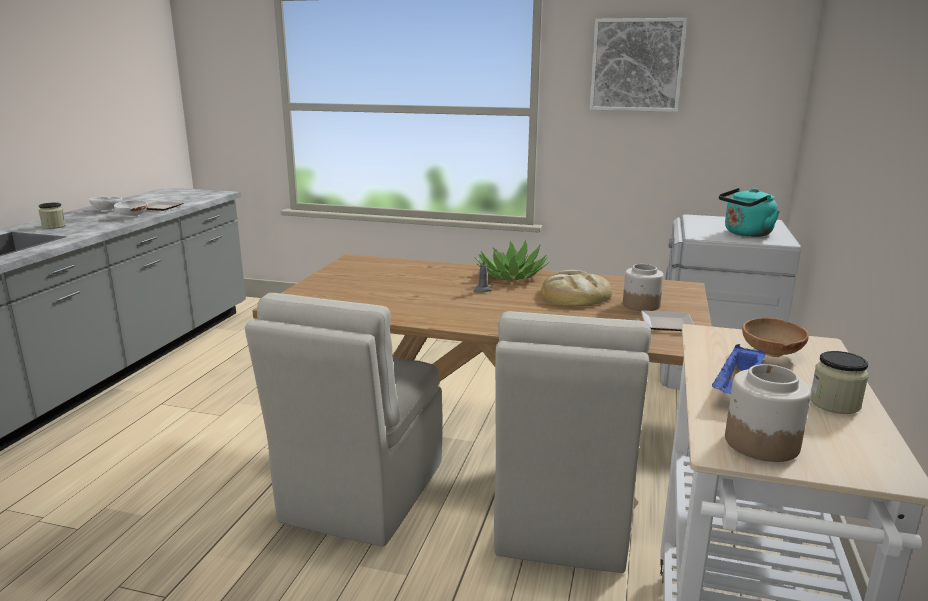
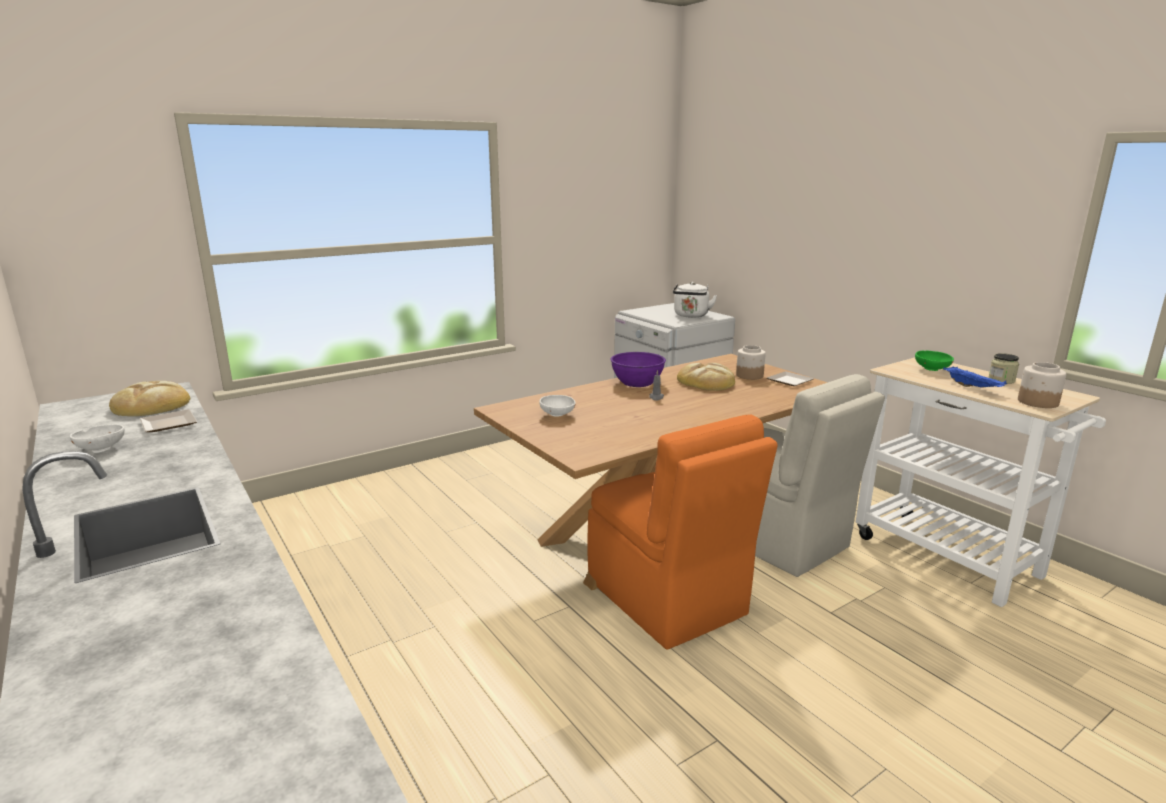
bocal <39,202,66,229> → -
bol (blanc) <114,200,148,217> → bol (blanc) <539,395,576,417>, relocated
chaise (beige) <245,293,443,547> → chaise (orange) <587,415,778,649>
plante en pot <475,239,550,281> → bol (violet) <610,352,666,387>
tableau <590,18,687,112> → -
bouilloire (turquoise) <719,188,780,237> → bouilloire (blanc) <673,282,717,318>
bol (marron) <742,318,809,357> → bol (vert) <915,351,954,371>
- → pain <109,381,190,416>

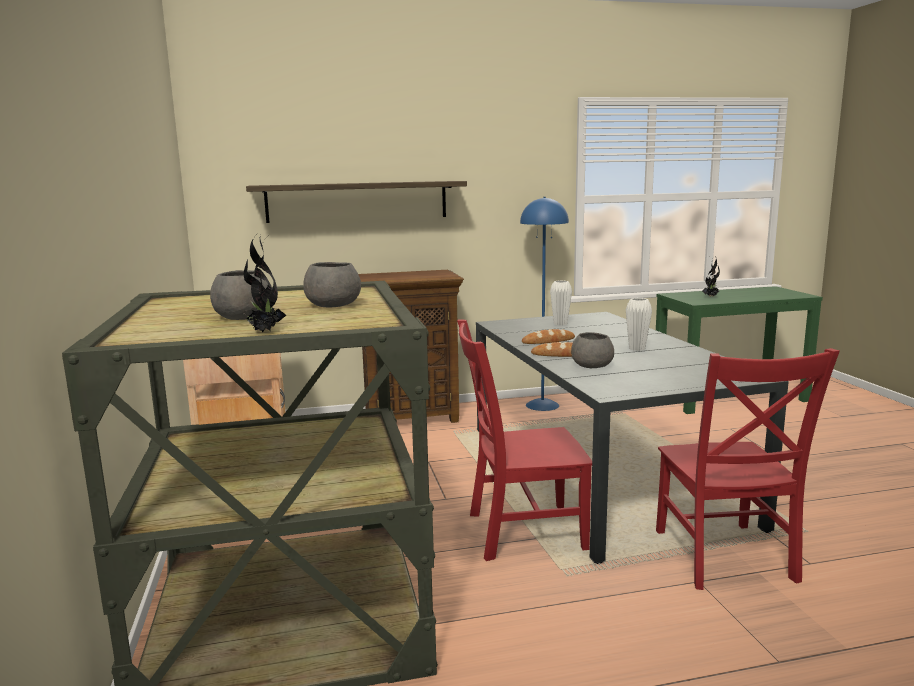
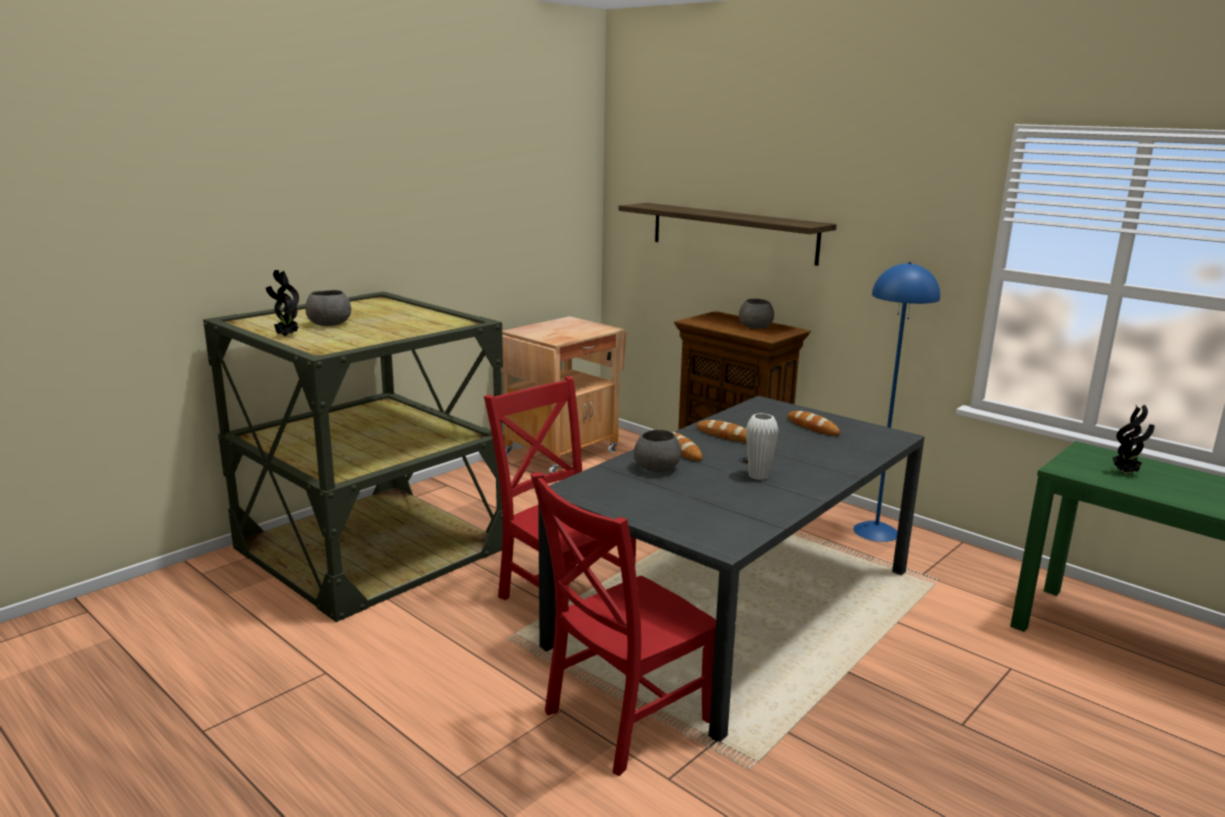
bol (gris) <303,262,361,308> → bol (gris) <739,299,774,329>, relocated
vase (blanc) <550,281,572,325> → pain <787,411,840,436>

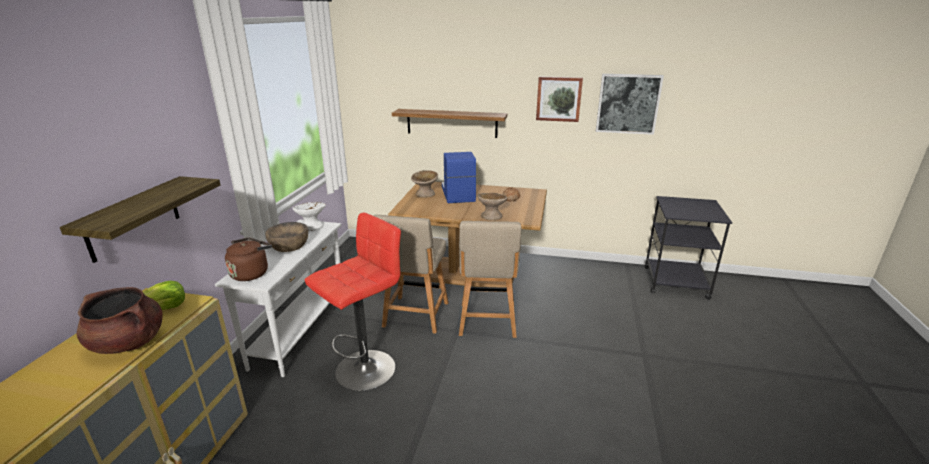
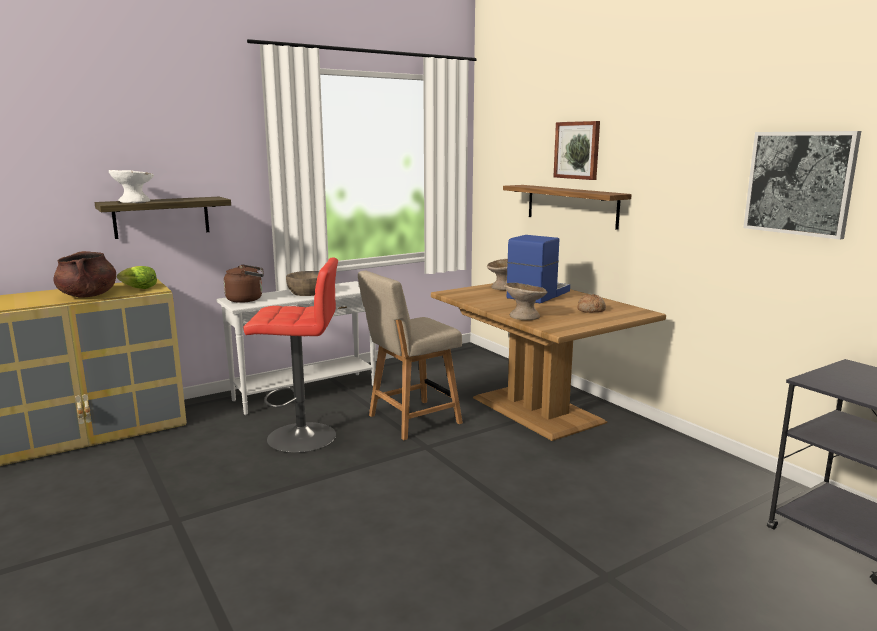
bol (blanc) <292,202,326,231> → bol (blanc) <109,170,154,203>, relocated
chaise (beige) <459,221,521,338> → -
tableau <536,76,583,122> → tableau <553,121,600,180>, relocated

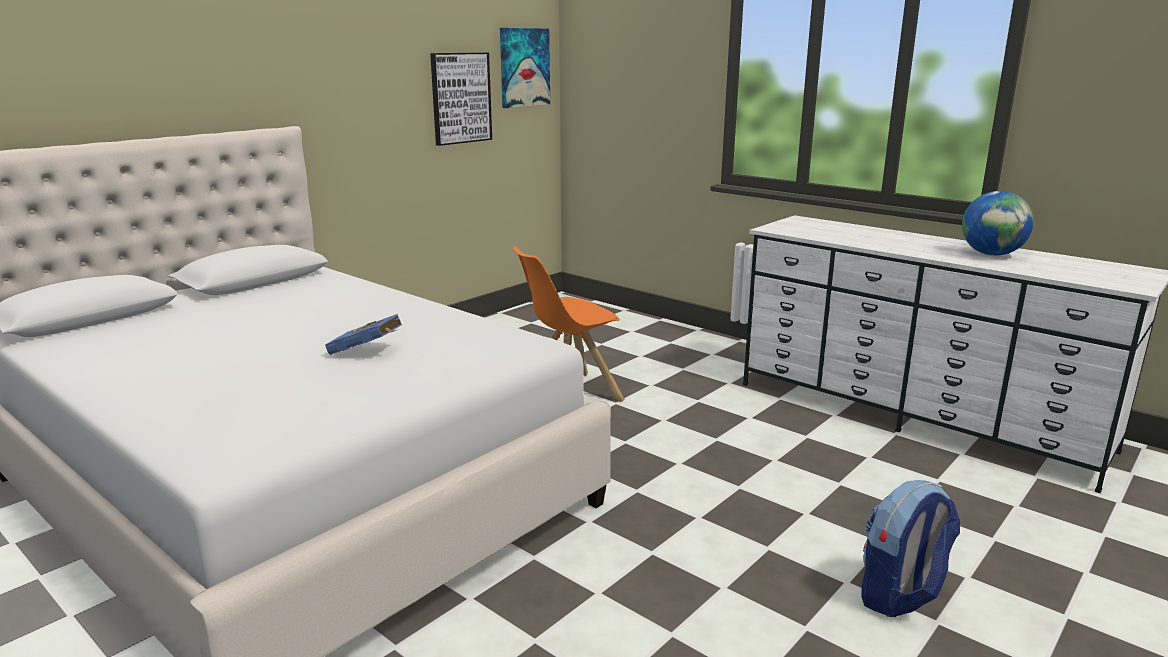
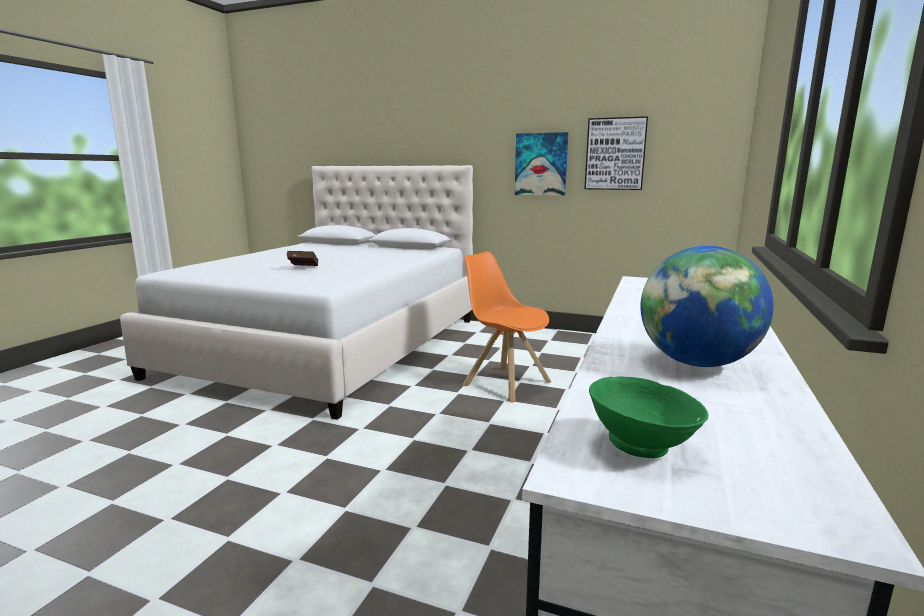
livre (bleu) <325,314,402,355> → livre (rouge) <287,251,318,266>
tableau <500,28,550,108> → tableau <515,132,568,196>, relocated
sac à dos <861,480,960,617> → -
- → bol (vert) <589,376,708,458>

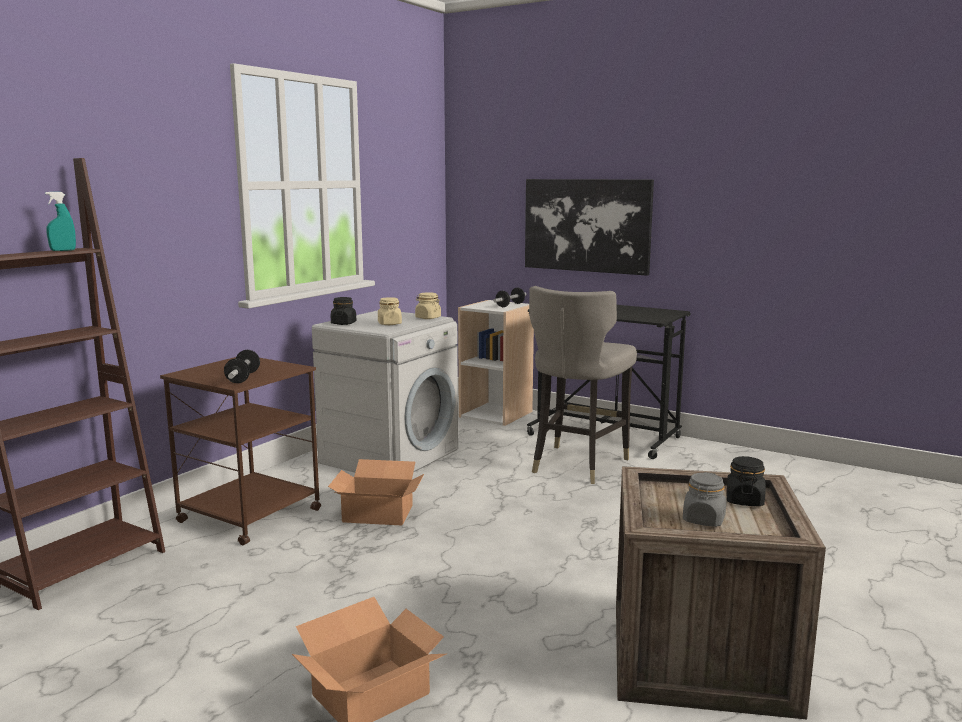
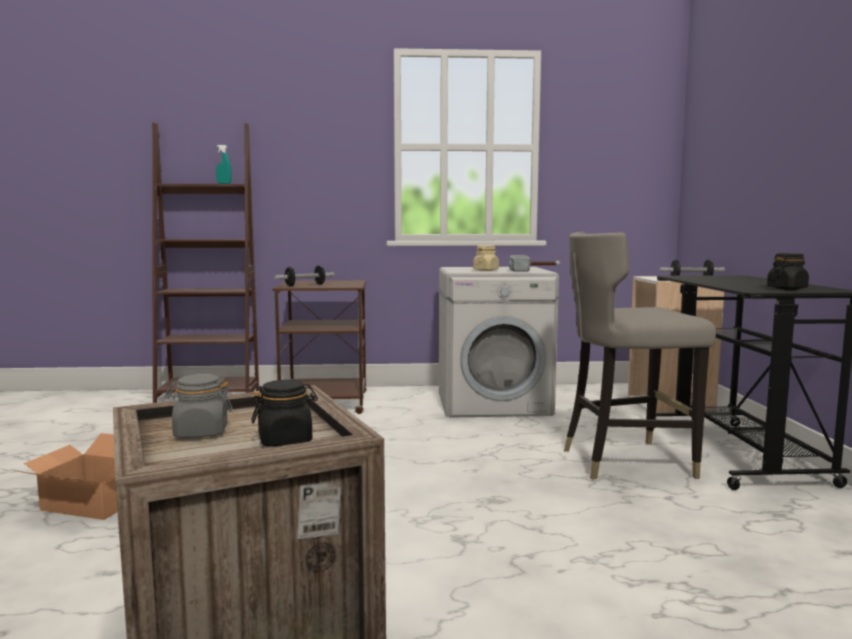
carton <328,459,424,526> → -
bocal (noir) <331,297,356,325> → bocal (noir) <767,253,809,290>, relocated
bocal (beige) <415,292,441,319> → marteau <509,255,560,272>
tableau <525,179,654,276> → -

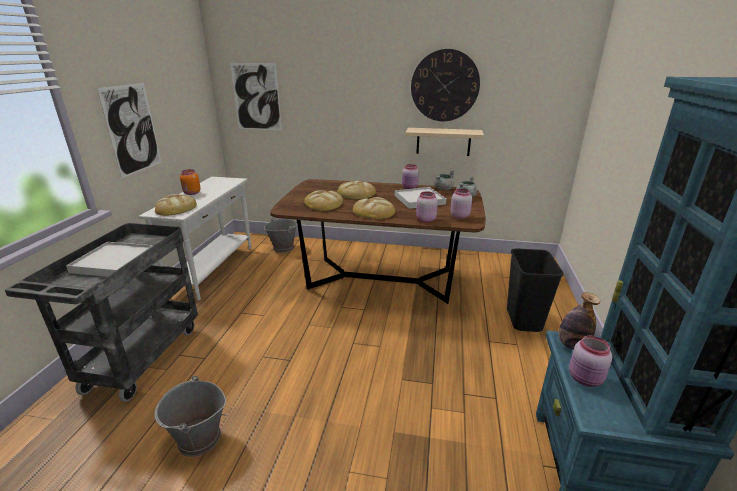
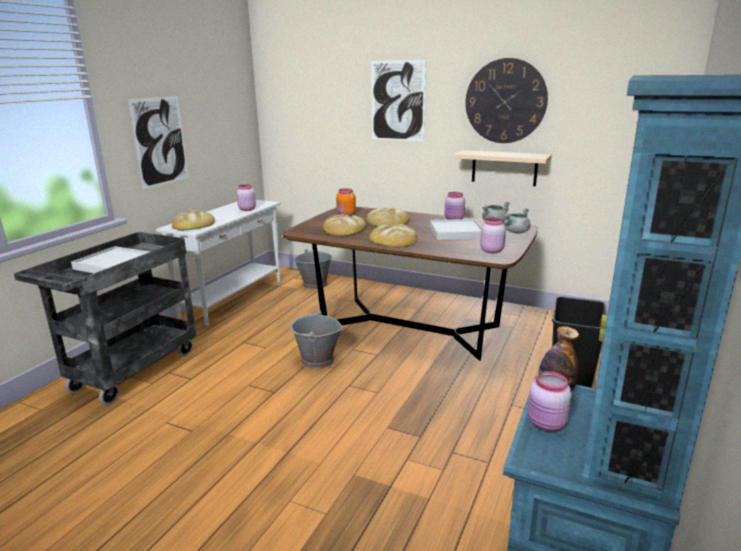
seau (gris) <154,376,226,457> → seau (gris) <290,310,342,369>, relocated
bocal (orange) <180,169,201,195> → bocal (orange) <336,188,356,216>, relocated
tableau <230,63,282,130> → tableau <371,60,426,141>, relocated
bocal (rose) <416,191,438,222> → bocal (rose) <237,184,256,211>, relocated

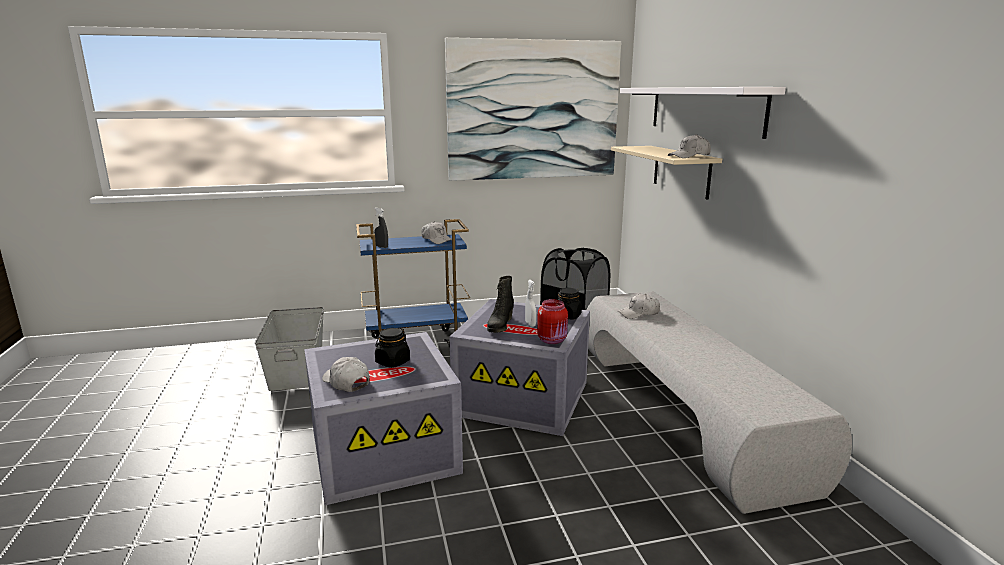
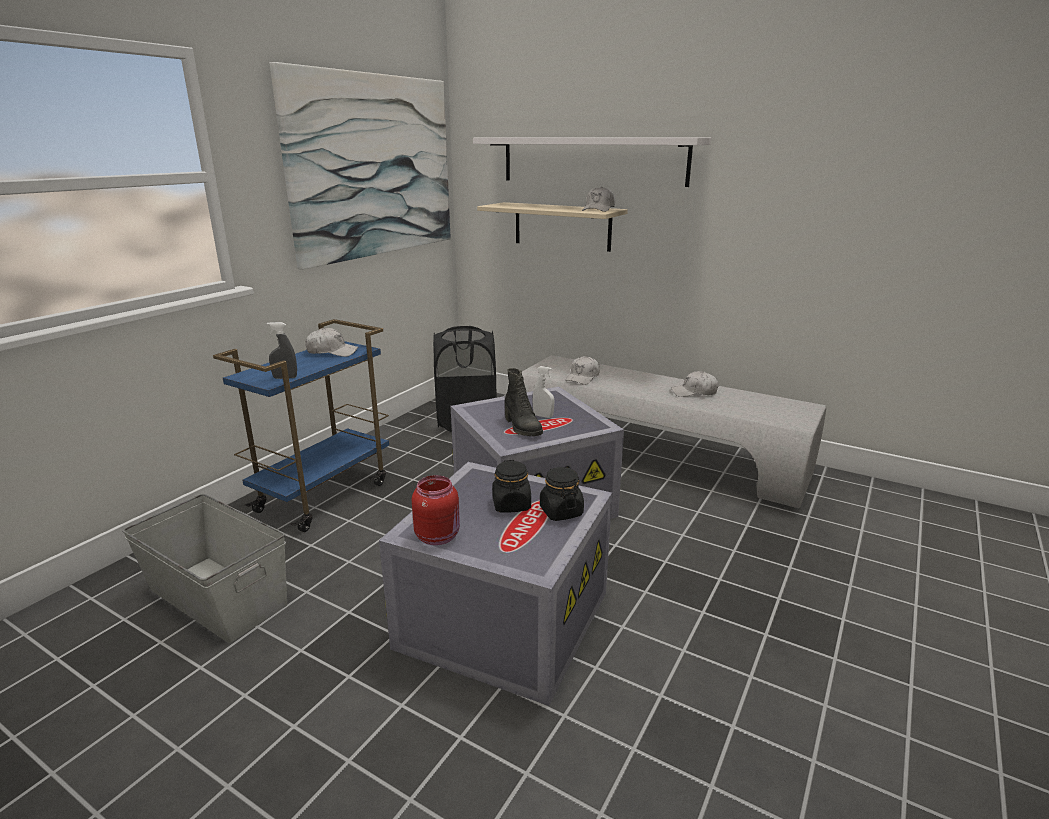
casquette (blanc) <322,357,369,392> → casquette (blanc) <671,371,719,397>, relocated
bocal (rouge) <537,299,568,344> → bocal (rouge) <412,475,460,545>, relocated
bocal (noir) <558,288,582,319> → bocal (noir) <540,467,584,521>, relocated

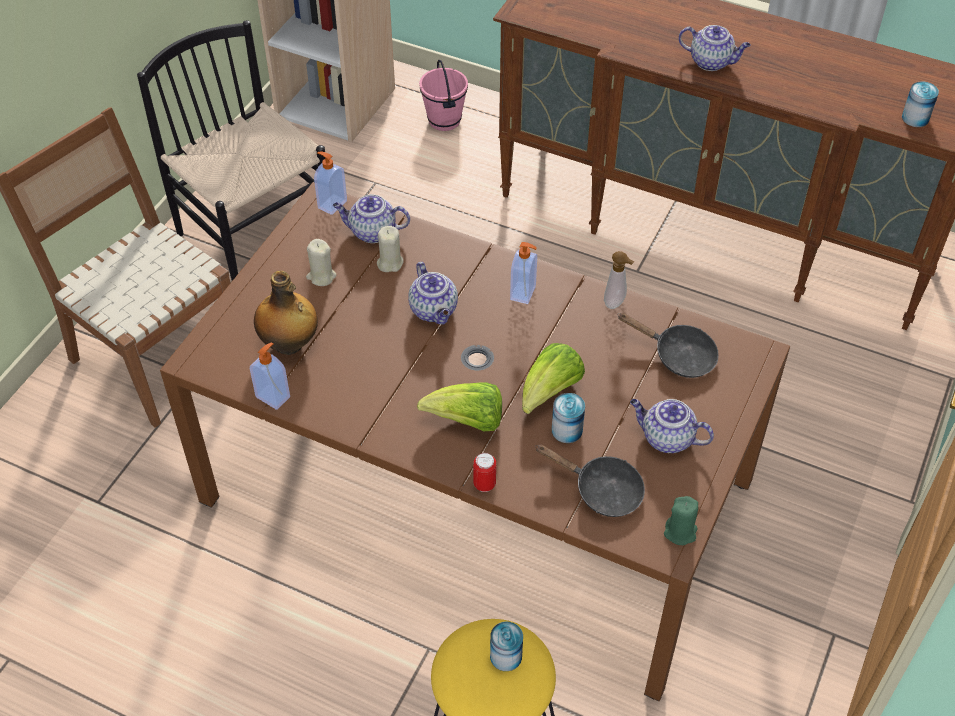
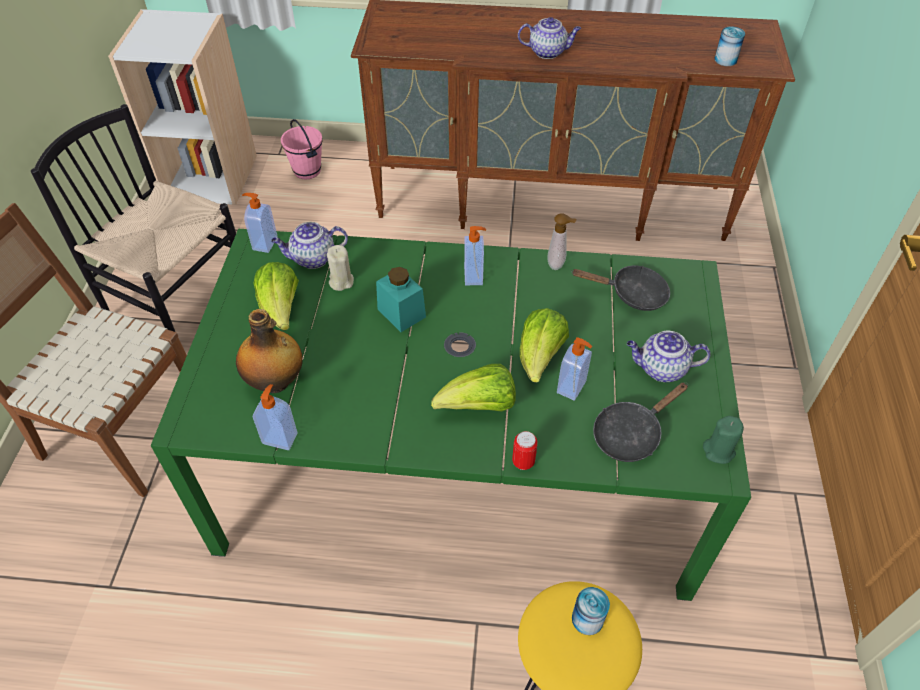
table à manger (marron) <160,182,790,701> → table à manger (vert) <151,229,751,601>
bougie (beige) <306,239,337,286> → laitue <253,262,299,330>
théière <408,262,458,325> → bocal (turquoise) <376,267,426,332>
poêle (noir) <535,444,645,517> → poêle (noir) <593,383,688,462>, 135 degrees clockwise
boîte métallique <552,393,585,443> → distributeur de savon <557,337,592,401>

